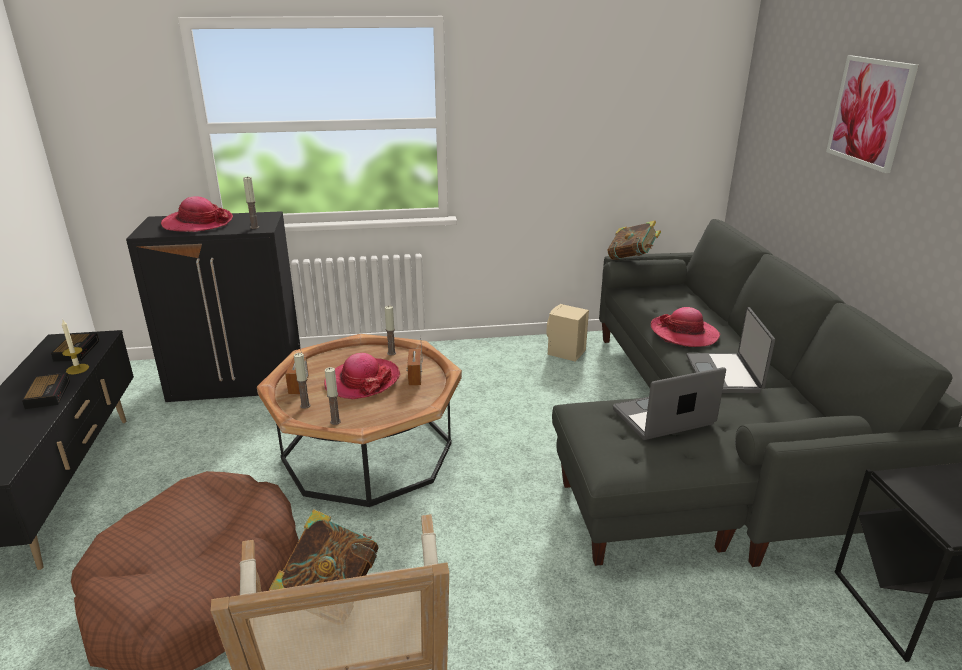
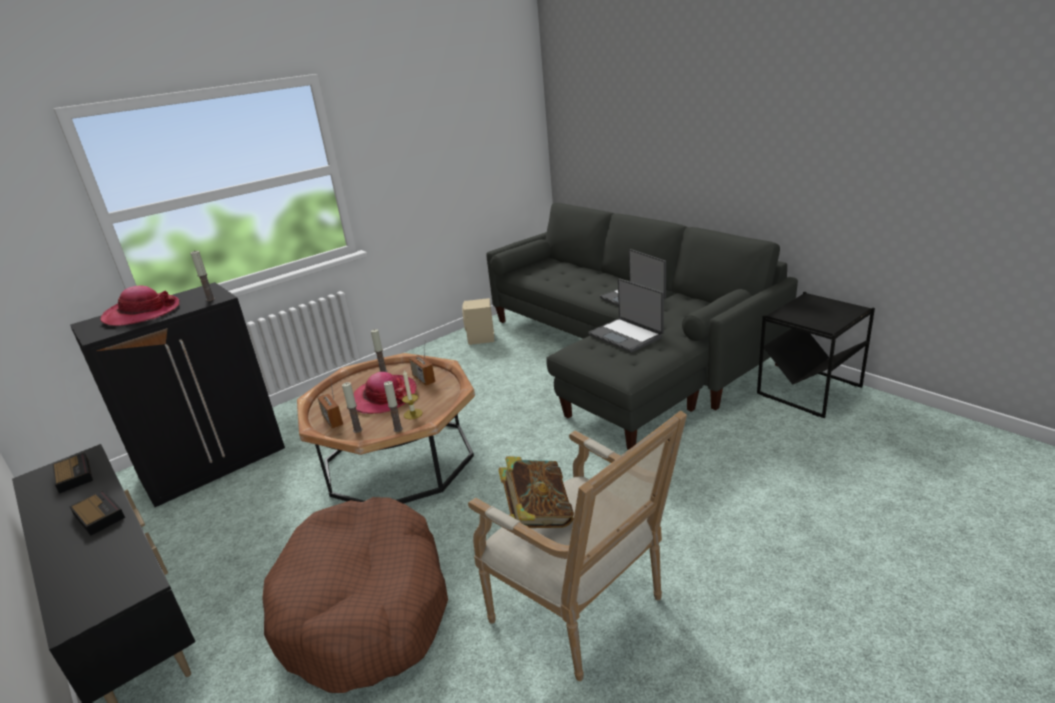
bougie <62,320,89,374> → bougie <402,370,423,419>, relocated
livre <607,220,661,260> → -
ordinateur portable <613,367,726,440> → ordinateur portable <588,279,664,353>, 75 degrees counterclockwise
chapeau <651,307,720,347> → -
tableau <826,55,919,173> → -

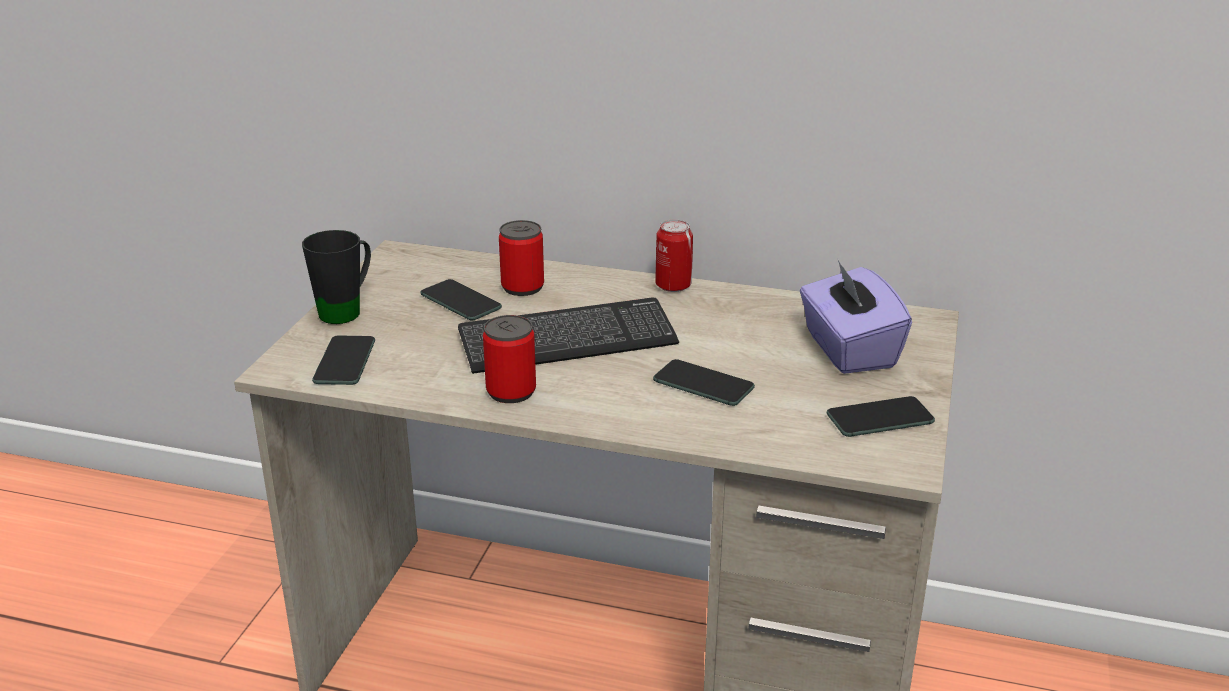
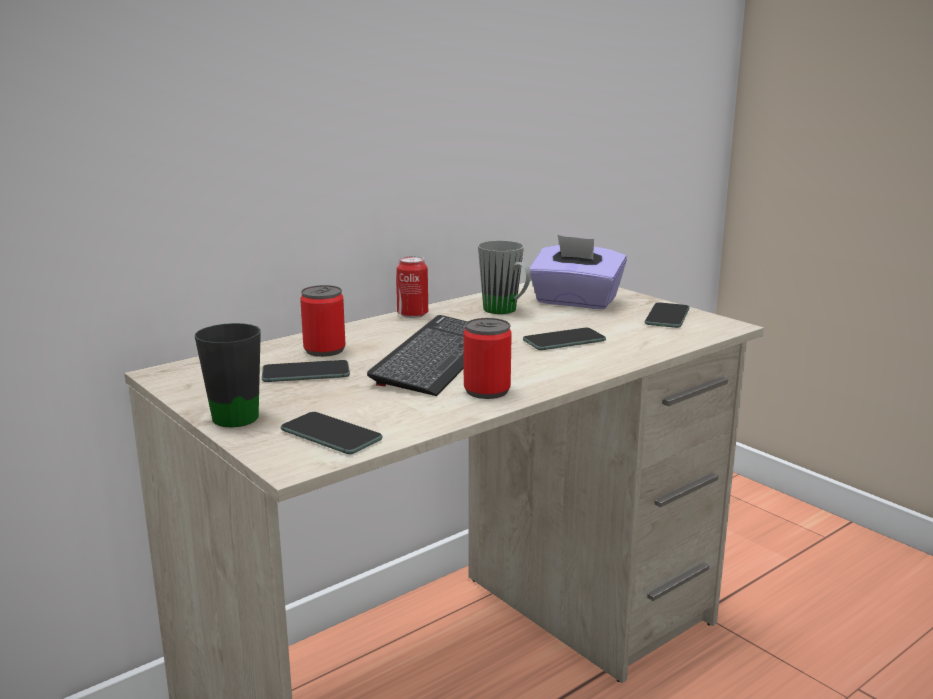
- → mug (gris) <478,241,531,314>

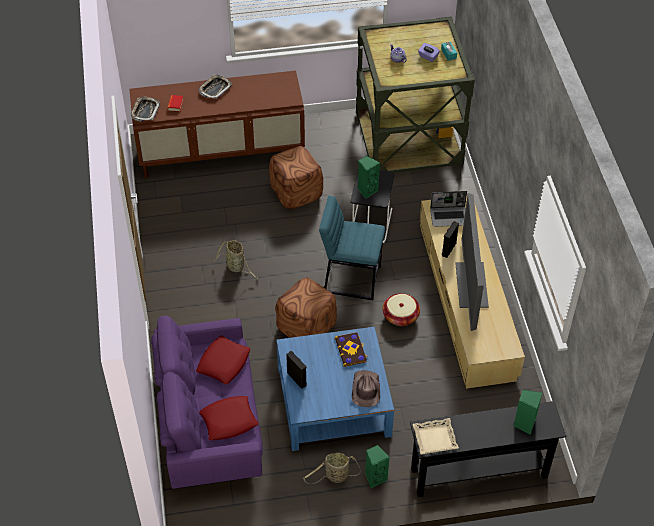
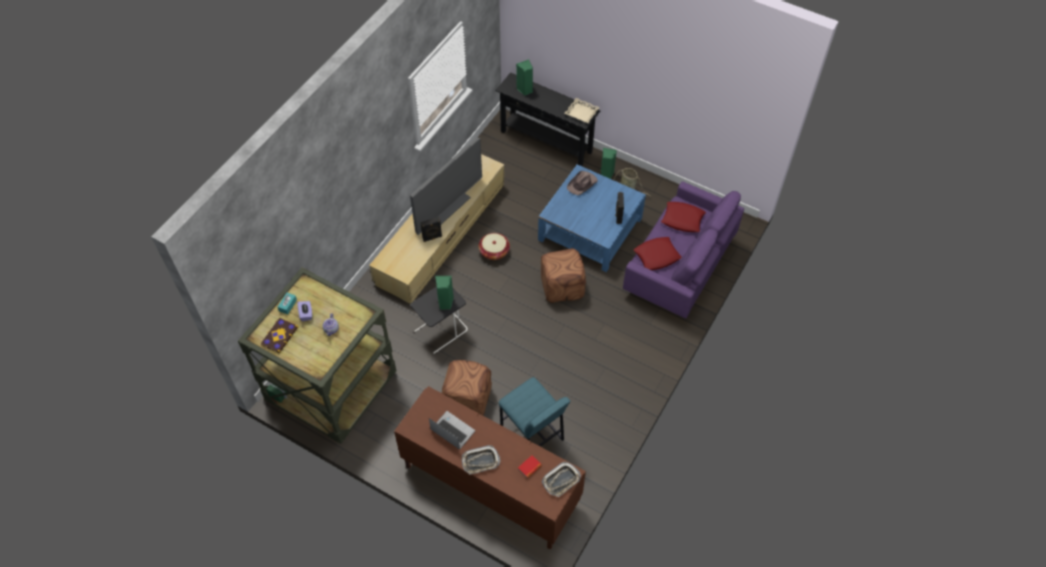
panier <214,240,259,279> → -
tabouret (bleu) <319,196,385,300> → tabouret (bleu) <499,377,571,446>, relocated
livre <335,332,368,367> → livre <261,318,298,353>, relocated
ordinateur portable <430,191,467,227> → ordinateur portable <429,411,475,450>, relocated

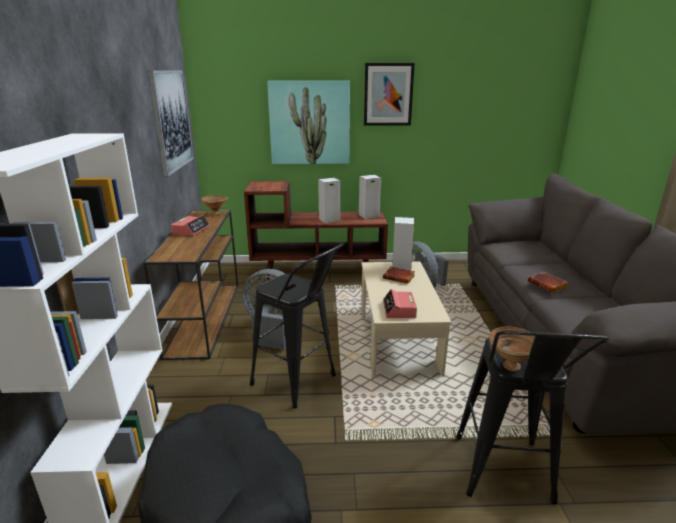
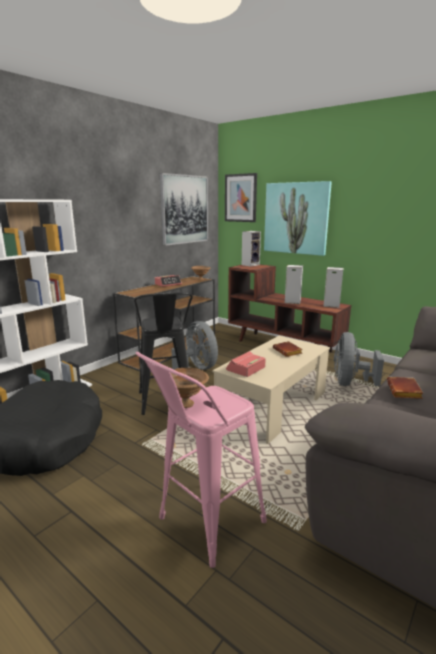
tableau <364,63,415,126> → tableau <225,173,257,222>, relocated
enceinte <392,217,414,270> → enceinte <242,231,261,267>, relocated
tabouret (noir) <456,331,610,504> → tabouret (rose) <136,352,267,568>

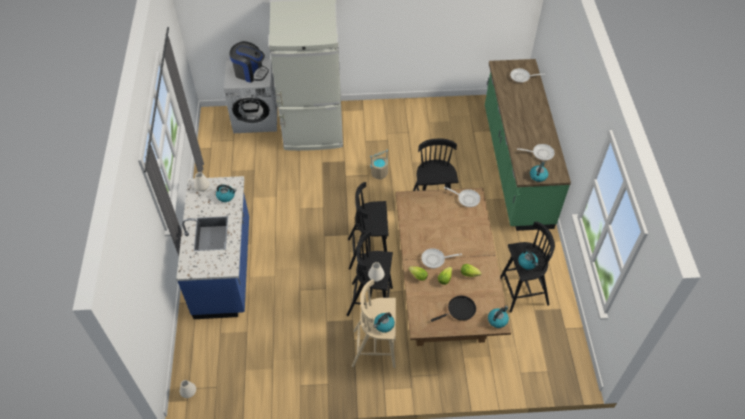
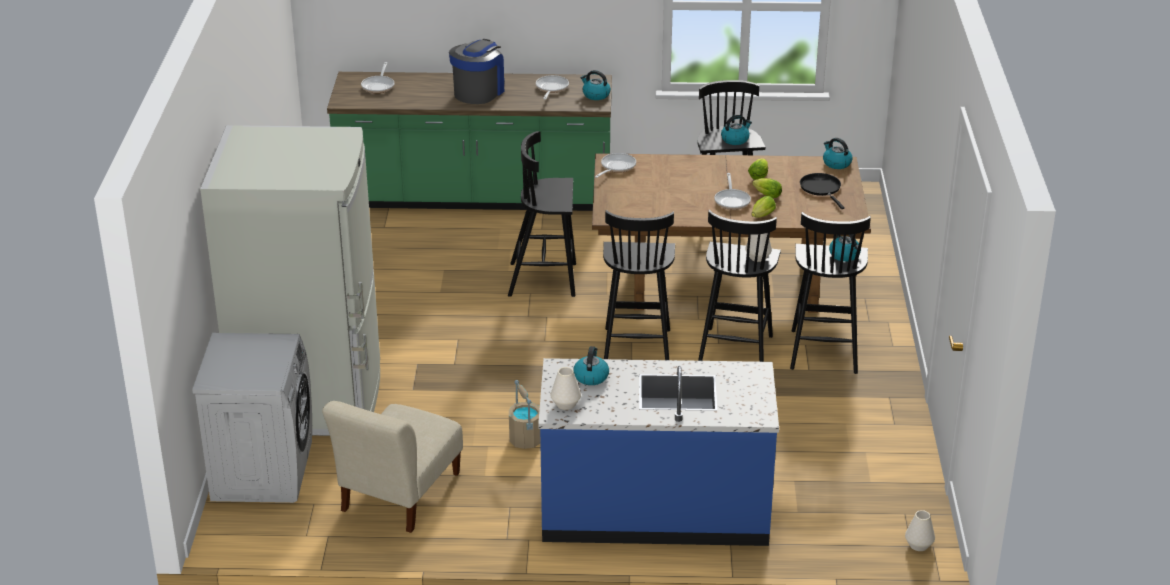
machine à café <229,41,269,83> → machine à café <449,39,505,104>, relocated
tabouret (beige) <352,280,396,368> → tabouret (noir) <790,212,871,374>
seau (beige) <370,150,388,180> → seau (beige) <509,380,540,449>, relocated
- → chaise (beige) <322,401,463,533>

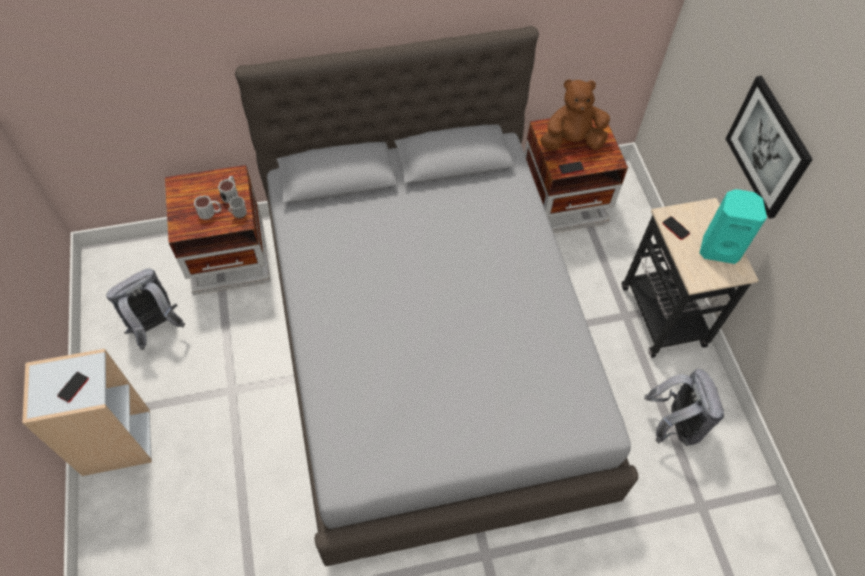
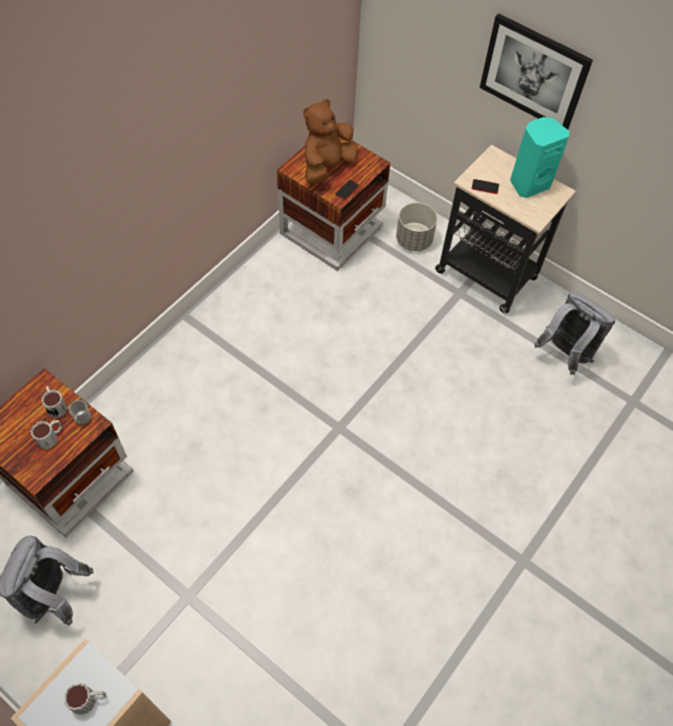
téléphone <57,372,89,403> → mug <64,683,106,715>
lit (gris) <235,26,638,566> → -
- → cache-pot (gris) <396,202,437,251>

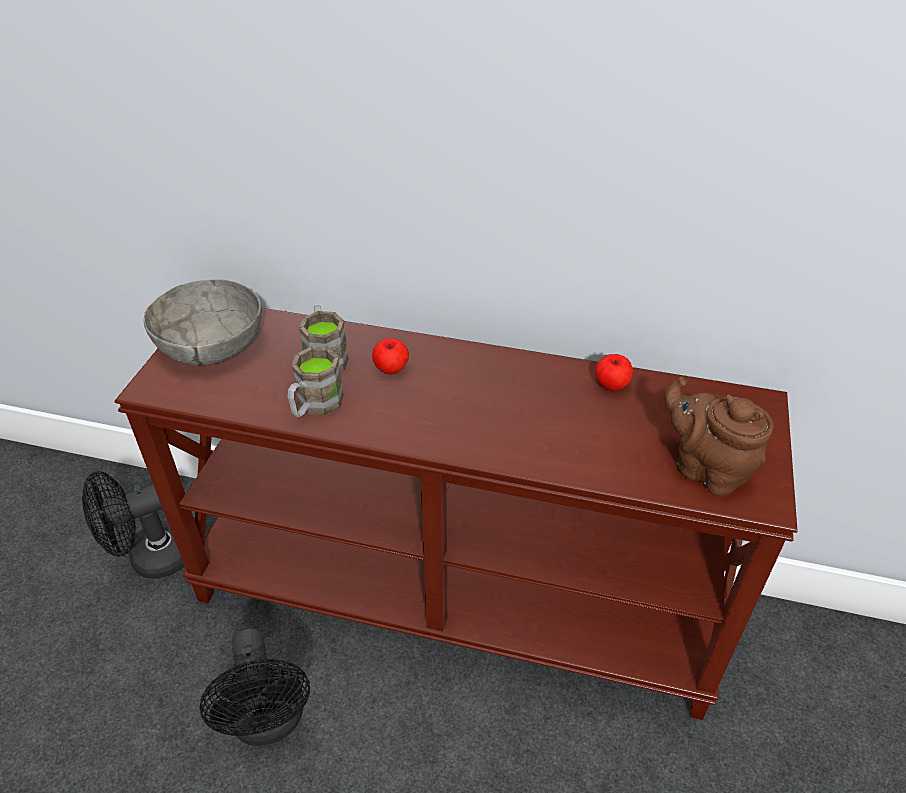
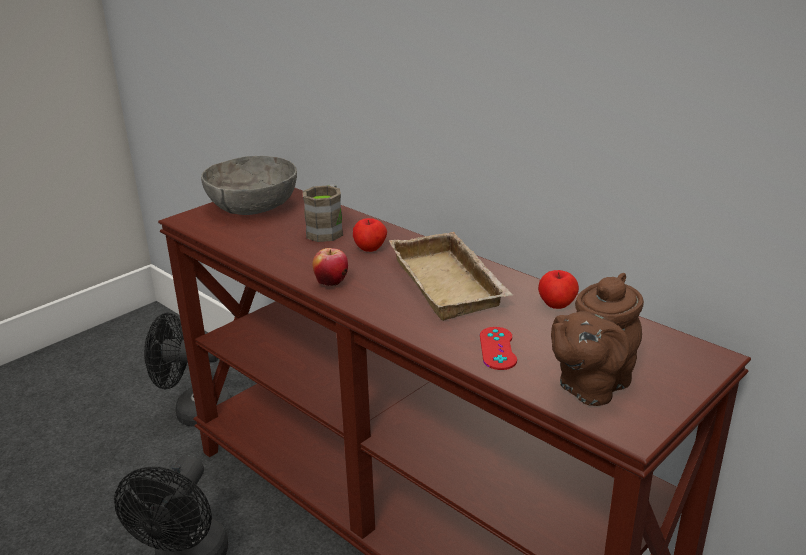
mug (marron) <288,346,344,418> → -
théière (marron) <664,376,774,497> → théière (marron) <551,273,644,406>, 120 degrees counterclockwise
- → pomme <312,248,348,286>
- → plateau (beige) <389,232,513,321>
- → manette (rouge) <480,327,517,370>

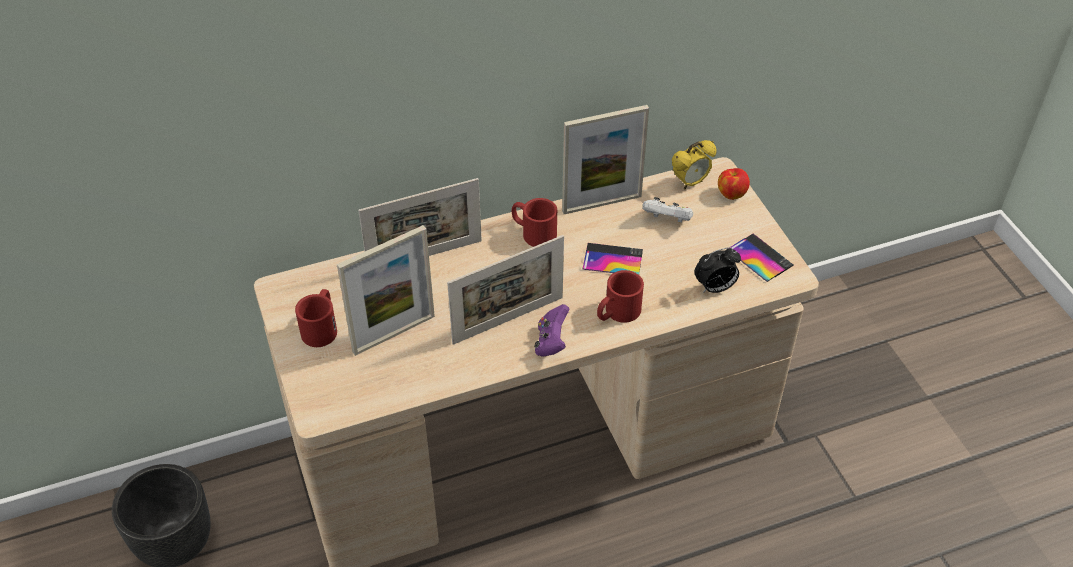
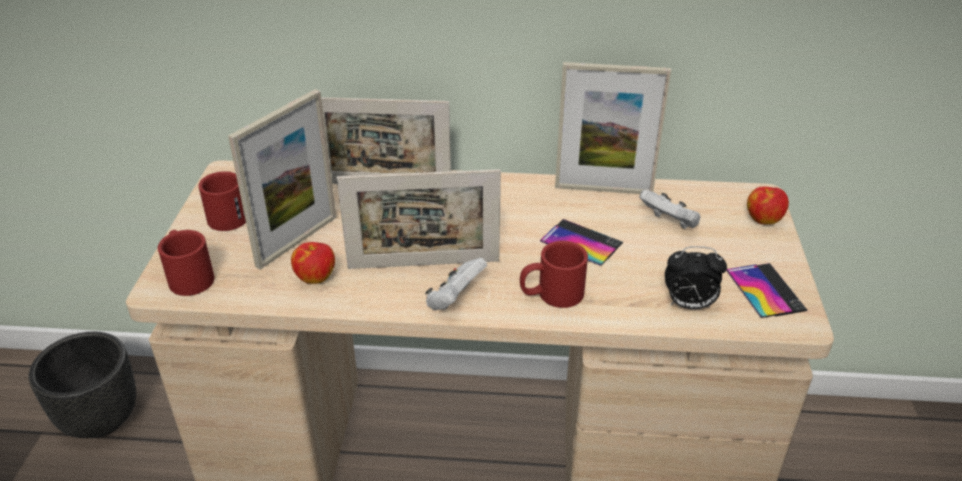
cadre photo <337,225,435,356> → cadre photo <228,89,337,269>, 45 degrees counterclockwise
mug (rouge) <512,198,557,247> → mug (rouge) <158,230,215,296>, relocated
manette (violet) <534,304,570,356> → manette (blanc) <425,258,487,310>
réveil <672,140,717,189> → -
- → pomme <291,242,335,284>

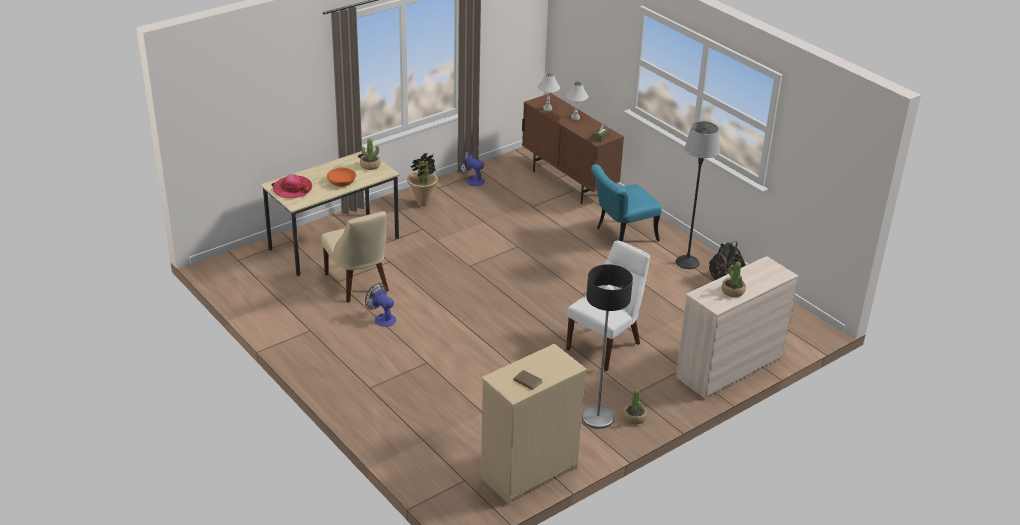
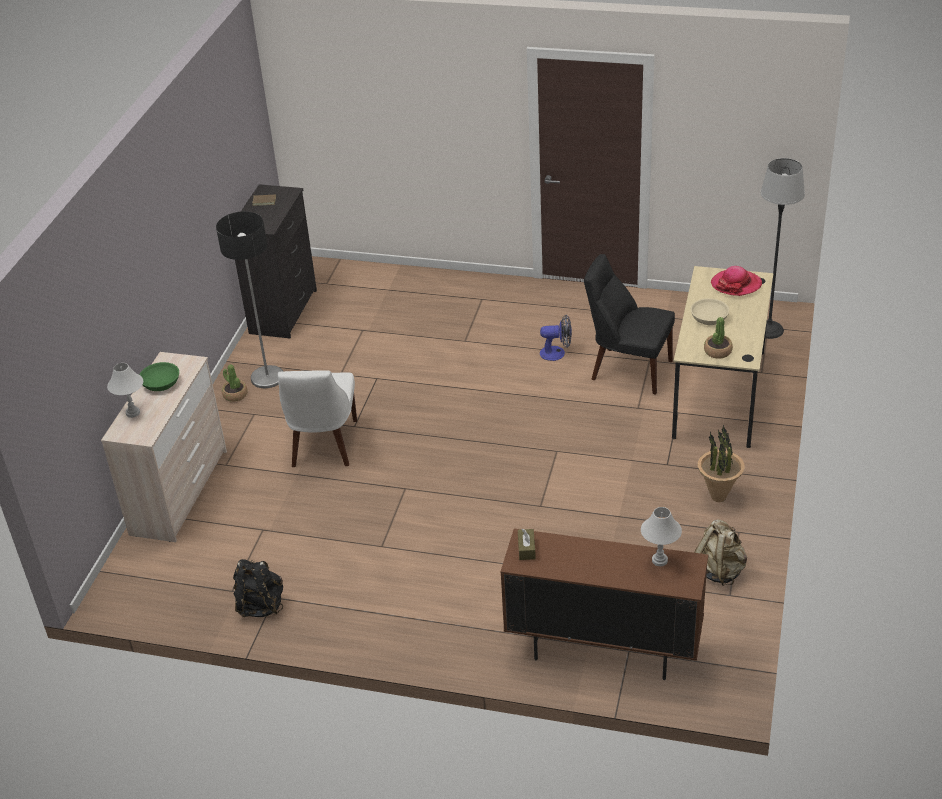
chaise (beige) <321,211,389,303> → chaise (noir) <584,254,675,395>
bol (orange) <327,168,356,187> → bol (beige) <690,298,729,325>
ventilateur <460,150,485,186> → sac à dos (beige) <694,519,747,586>
commode (beige) <481,343,587,504> → commode (noir) <235,184,317,338>
lampe de table (blanc) <565,82,588,120> → lampe de table (blanc) <107,363,143,418>, relocated
chaise (turquoise) <591,164,662,242> → -
lampadaire <676,121,720,269> → lampadaire <760,158,805,339>, relocated
plante en pot <721,262,746,297> → bol (vert) <139,362,179,391>

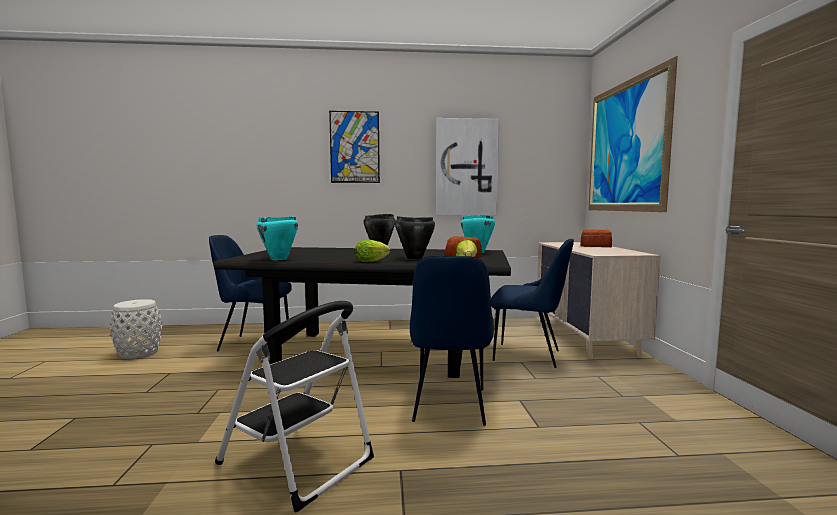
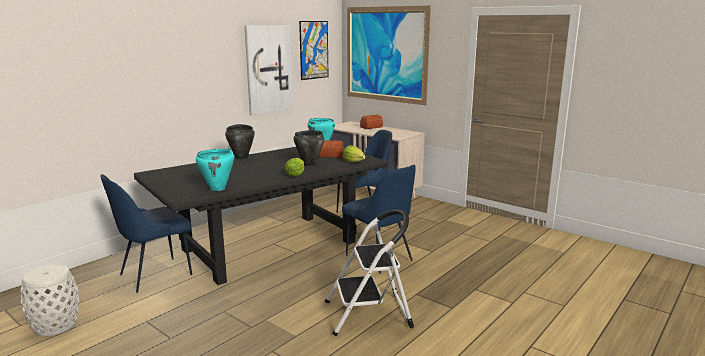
tableau <329,111,380,183> → tableau <299,21,328,80>, relocated

